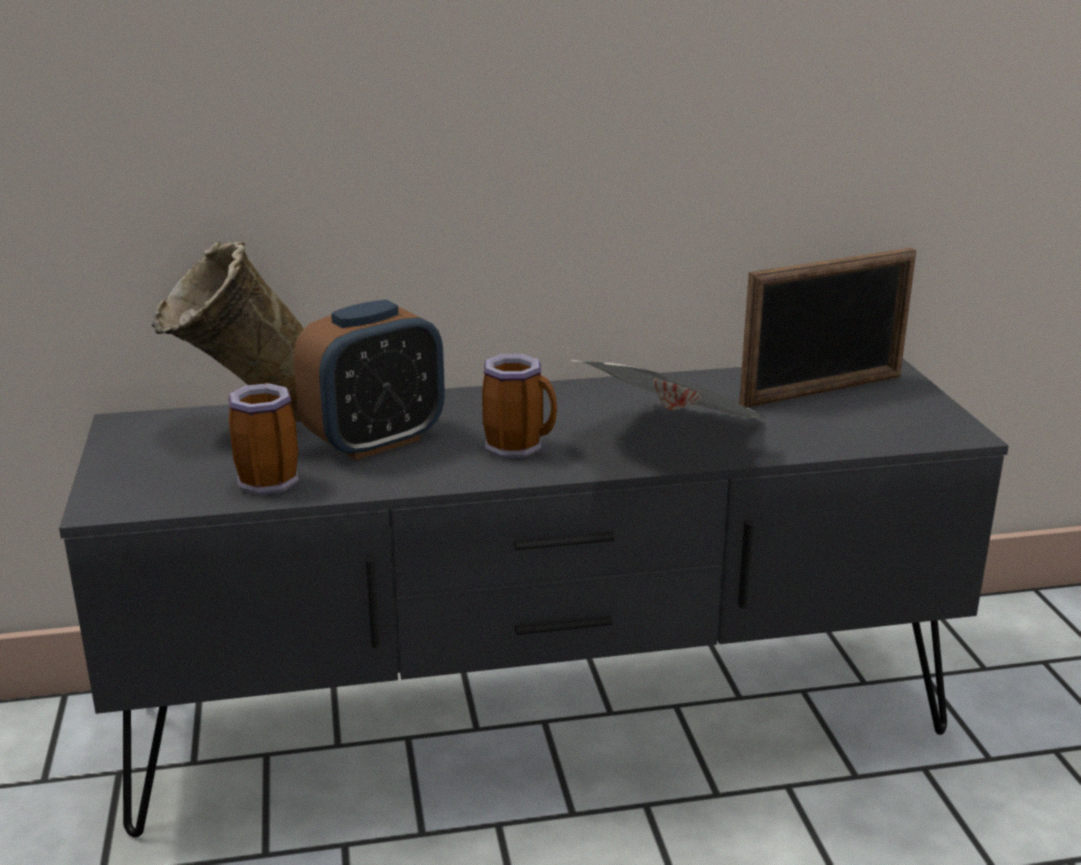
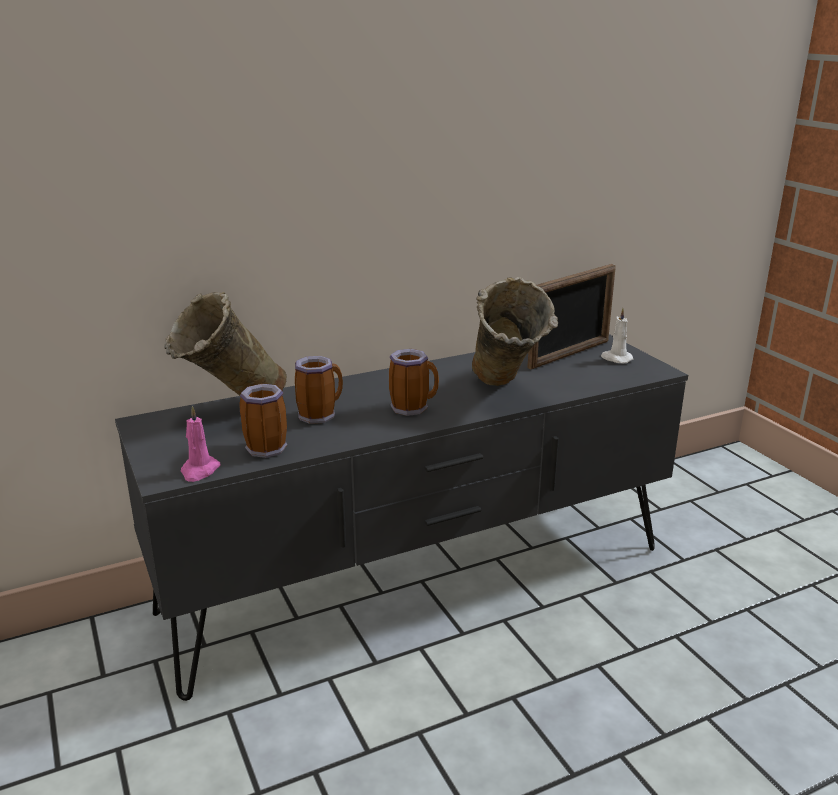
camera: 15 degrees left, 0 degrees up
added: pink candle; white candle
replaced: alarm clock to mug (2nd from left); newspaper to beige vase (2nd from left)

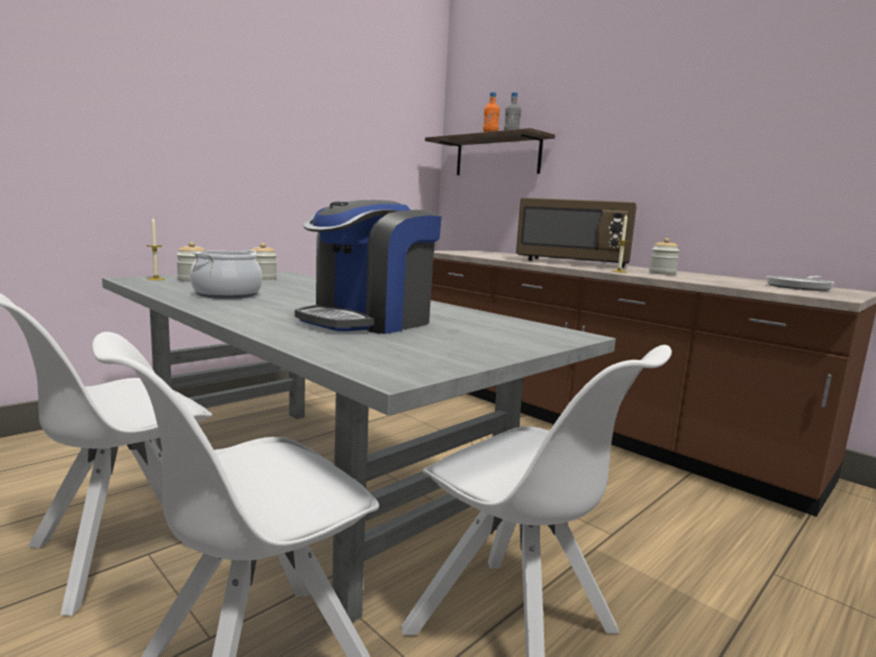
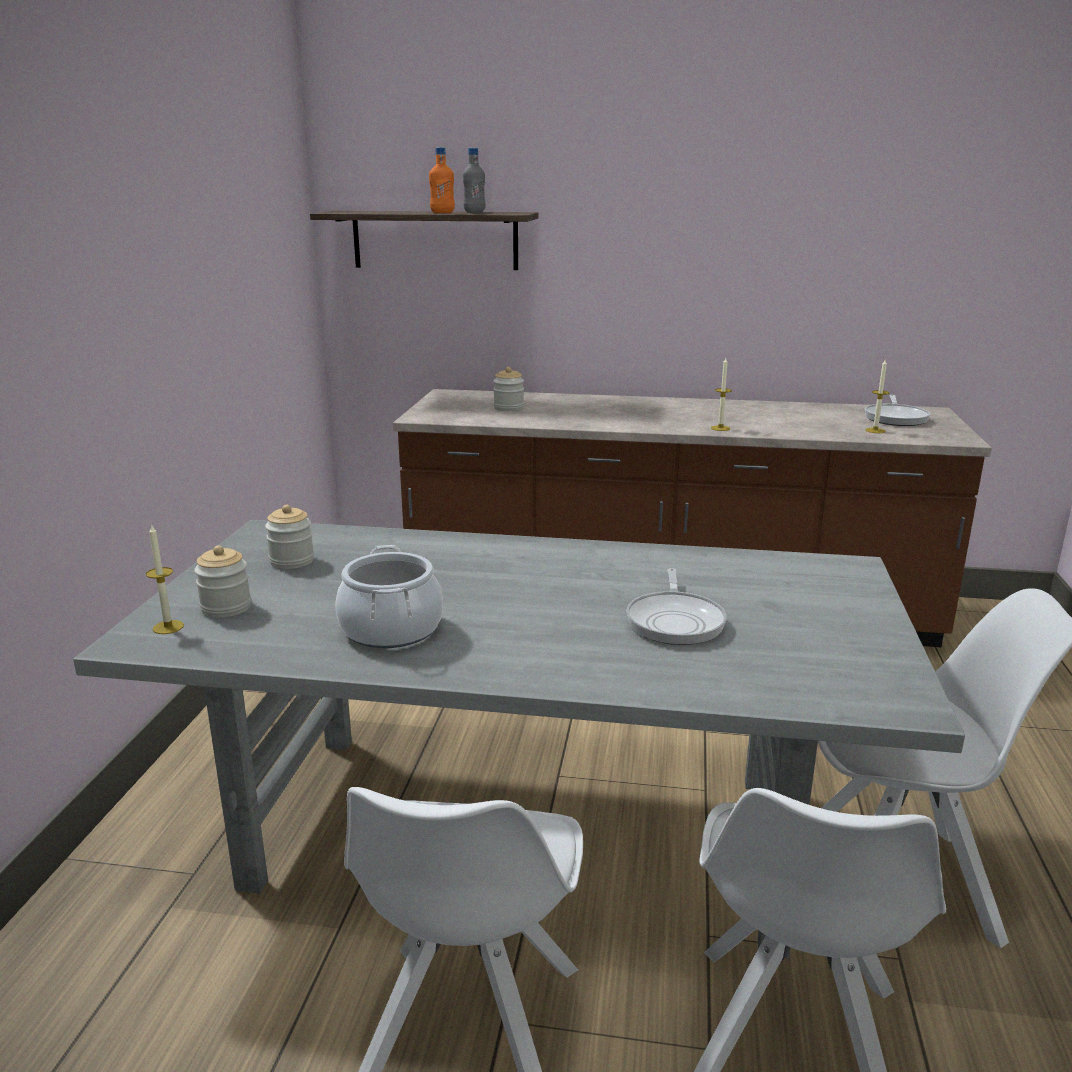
camera: 35 degrees left, 10 degrees up
removed: brown microwave
added: candle (3rd from left)
moved: jar (3rd from left)
replaced: coffee machine to frying pan (1st from left)

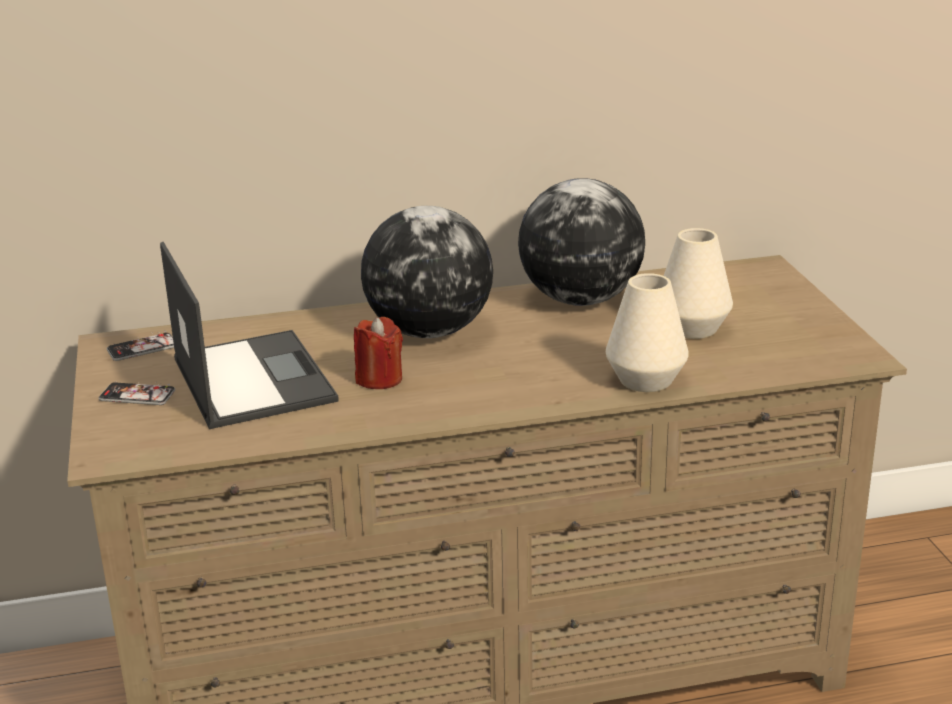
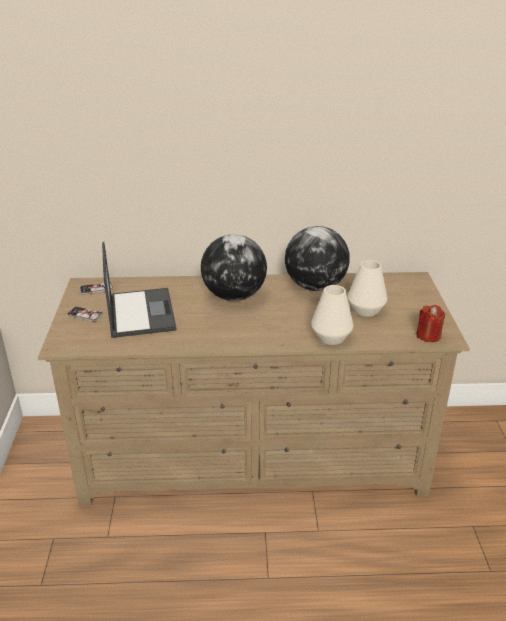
camera: 10 degrees right, 5 degrees up
moved: red candle

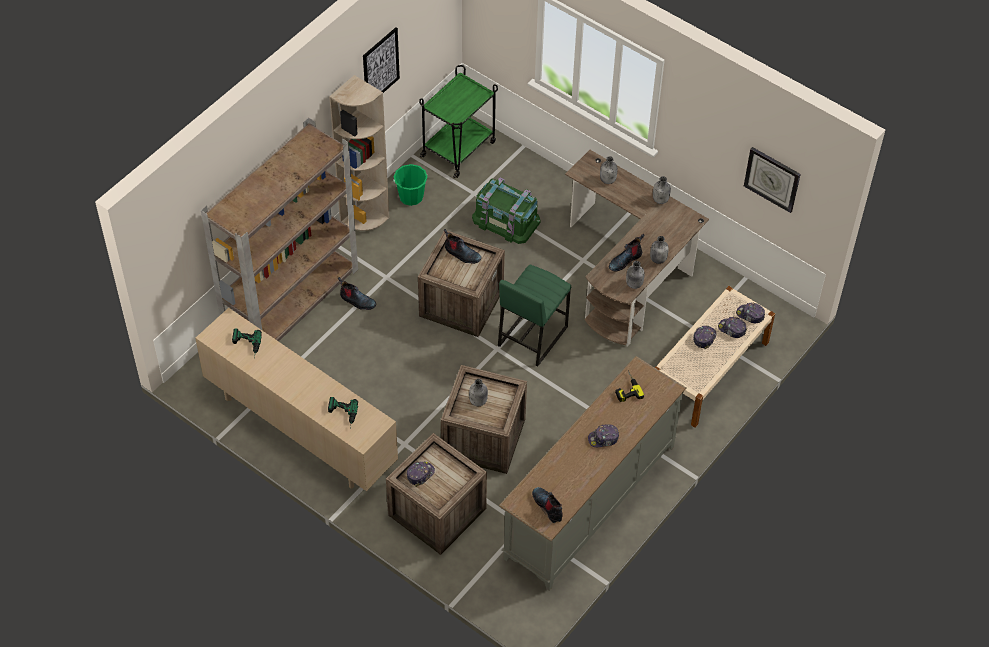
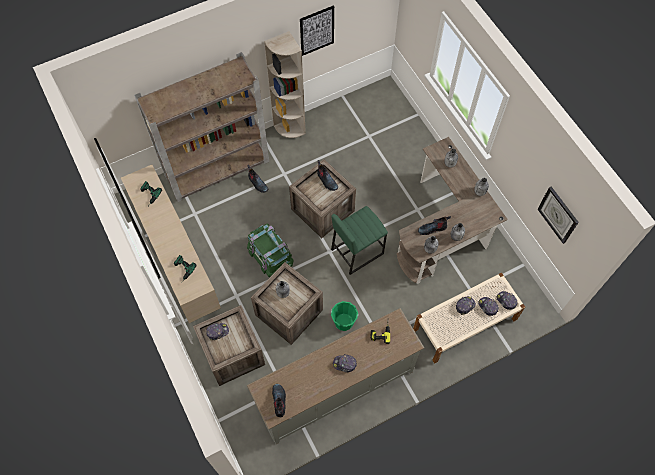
camera: 25 degrees right, 10 degrees up
removed: green cart
moved: green bucket; green storage box

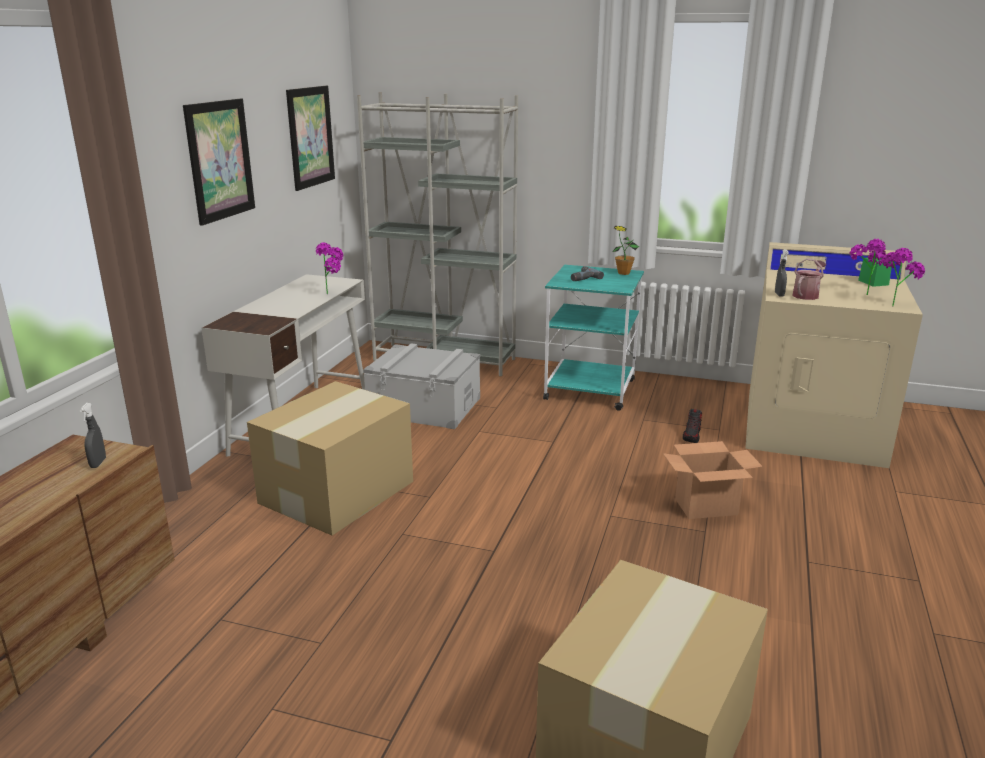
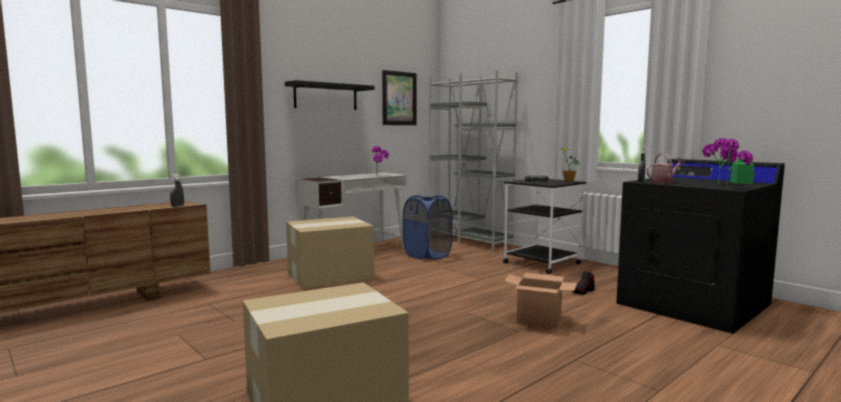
camera: 30 degrees right, 15 degrees down
replaced: picture (1st from left) to black shelf; grey storage box to blue laundry basket
recoloured: turquoise cart to black cart; beige washing machine to black washing machine

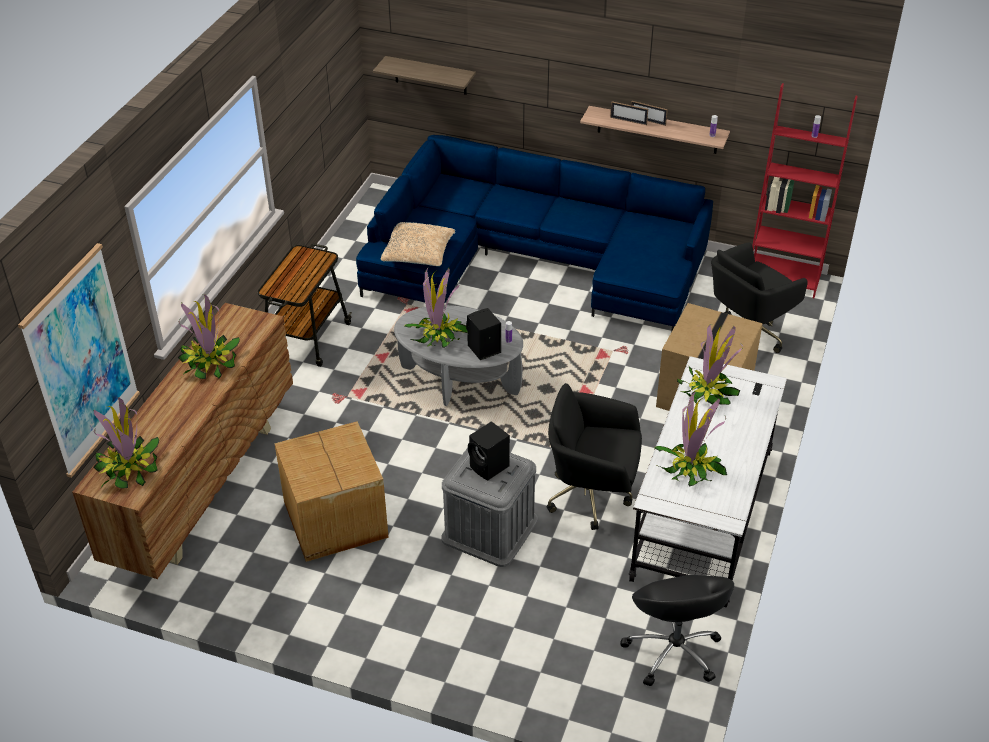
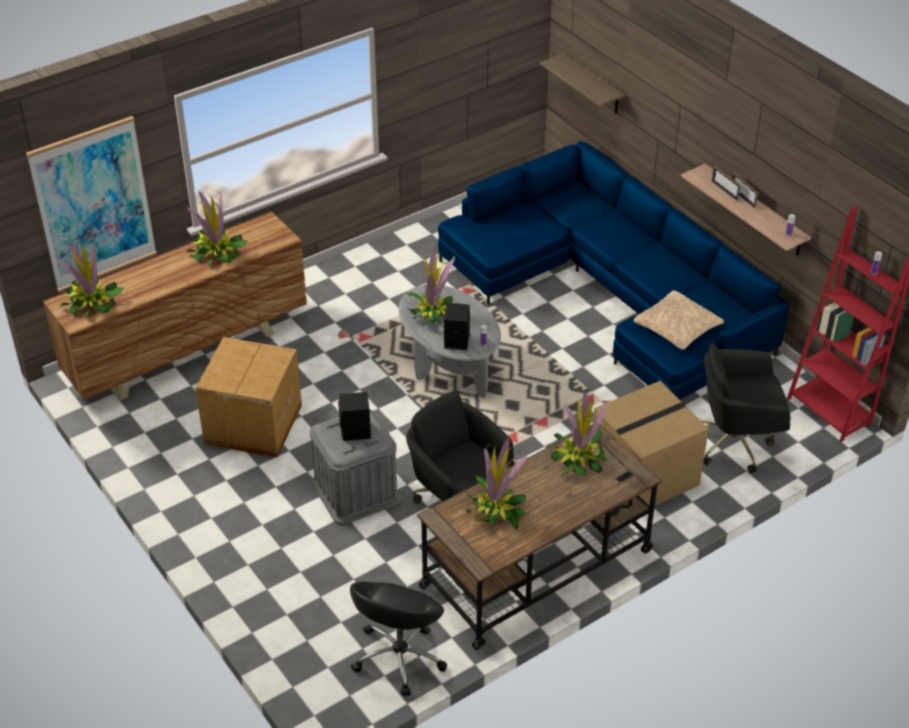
camera: 35 degrees right, 0 degrees up
removed: cart
moved: beige pillow
recoloured: white desk to brown desk

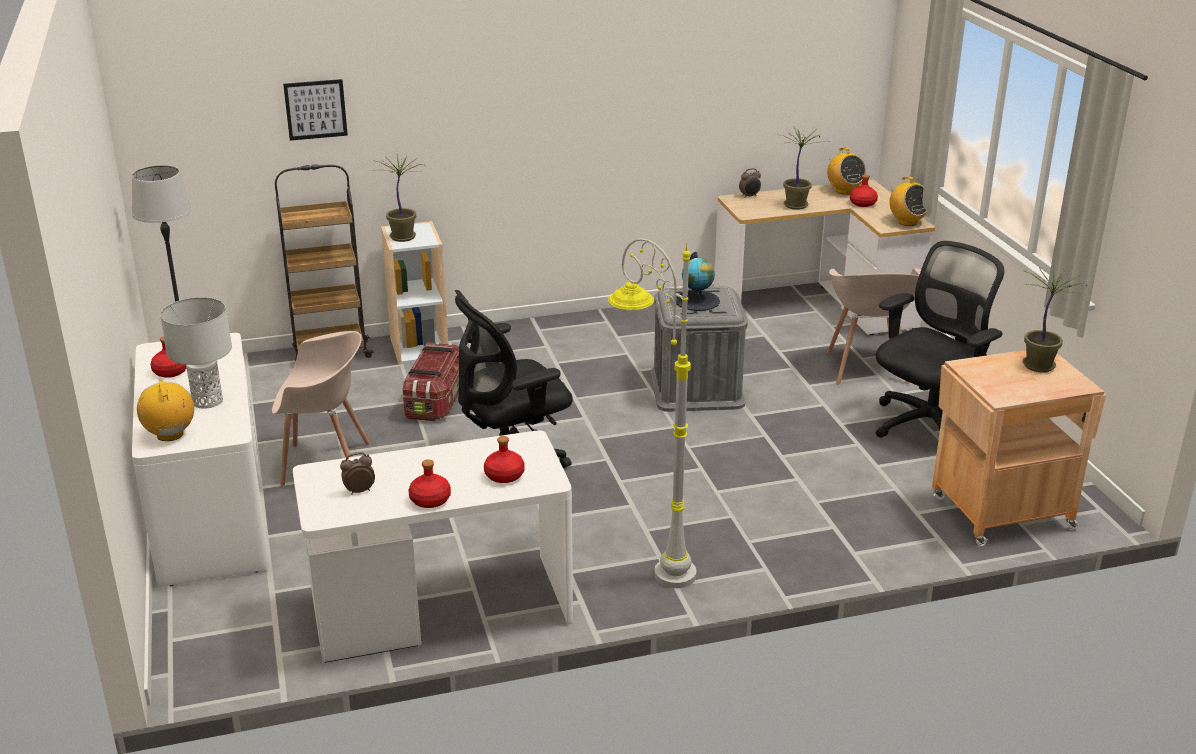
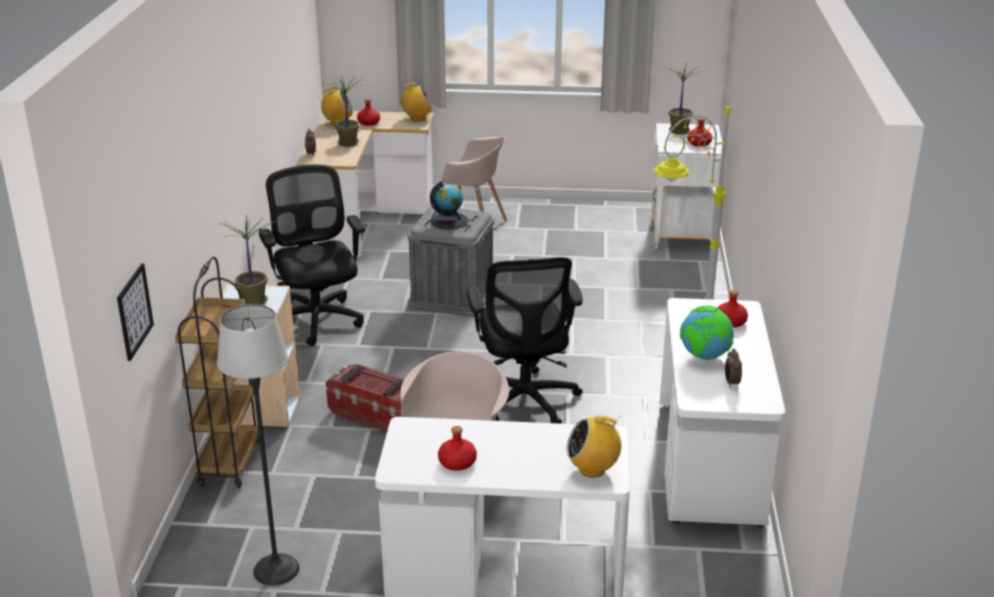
camera: 70 degrees left, 0 degrees up
removed: white table lamp
added: globe (2nd from left)
moved: picture; red bottle (2nd from left in the first image) to red bottle (3rd from left); black office chair (2nd from left in the first image) to black office chair (1st from left)
recoloured: brown cart (2nd from left) to white cart

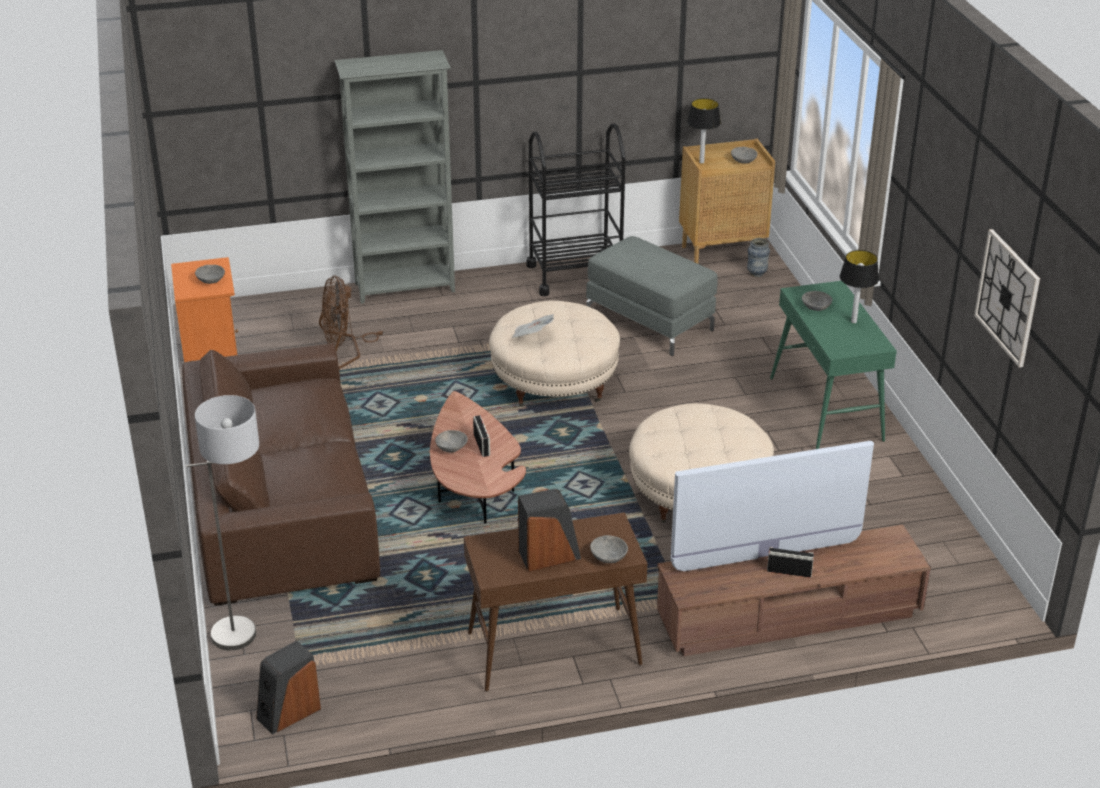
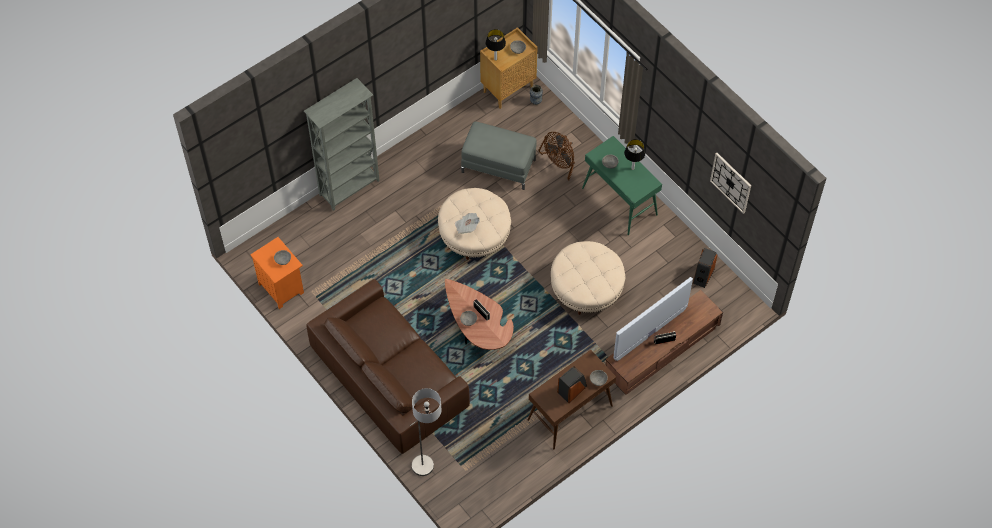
camera: 25 degrees left, 25 degrees up
removed: black cart
moved: speaker (1st from left in the first image) to speaker (2nd from left); brown fan

